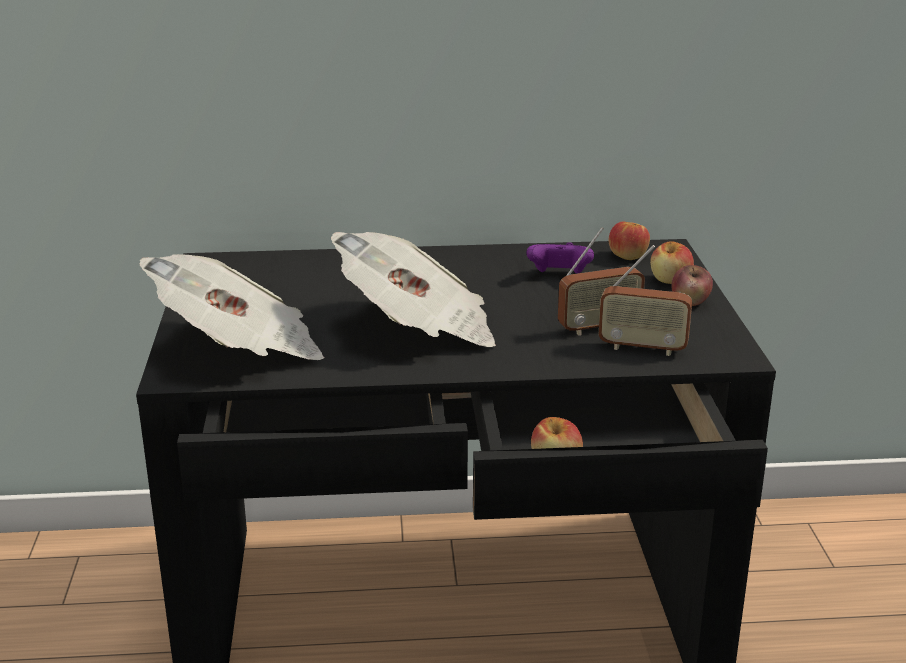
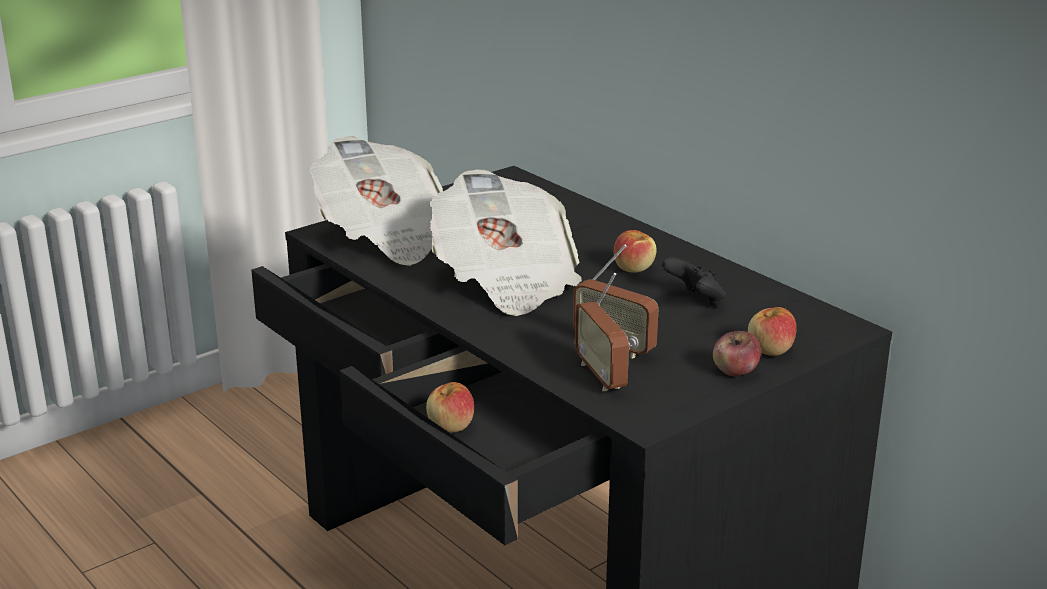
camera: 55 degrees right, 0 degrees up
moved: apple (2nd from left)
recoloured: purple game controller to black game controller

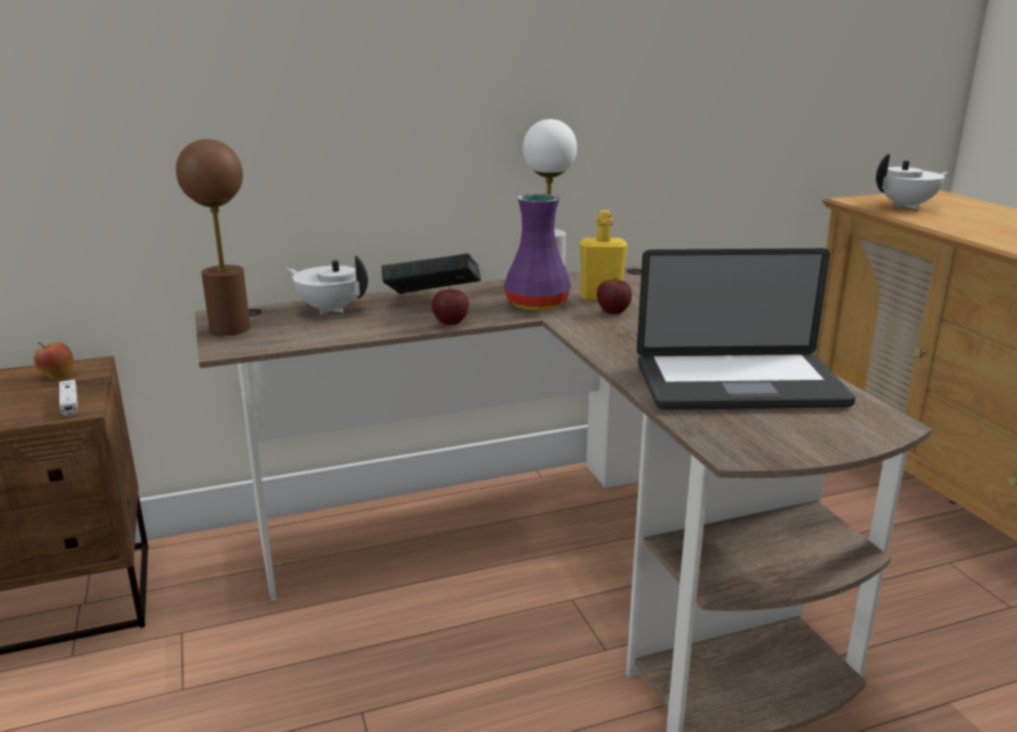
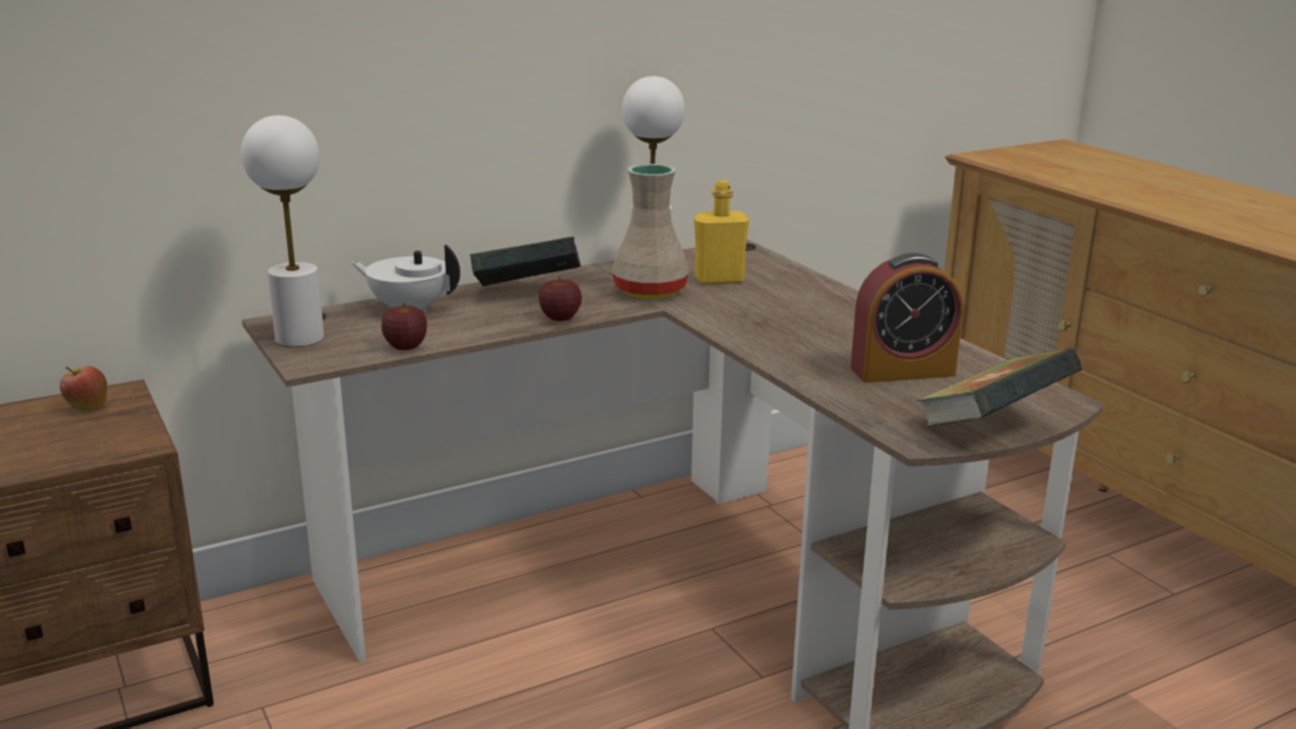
camera: 10 degrees left, 0 degrees up
removed: white game controller; white teapot (2nd from left)
added: book (2nd from left)
moved: apple (3rd from left in the first image) to apple (2nd from left)
replaced: laptop to alarm clock
recoloured: brown table lamp to white table lamp (1st from left); purple vase to beige vase

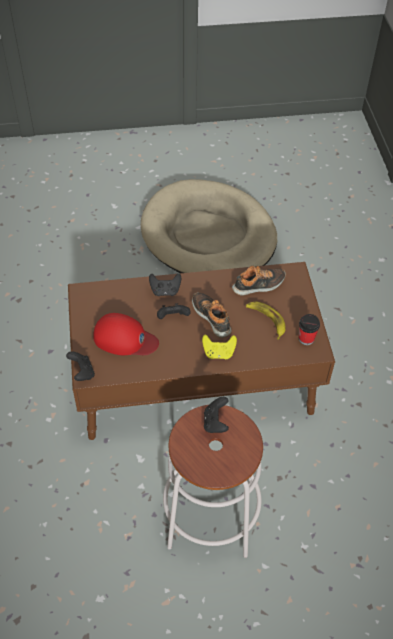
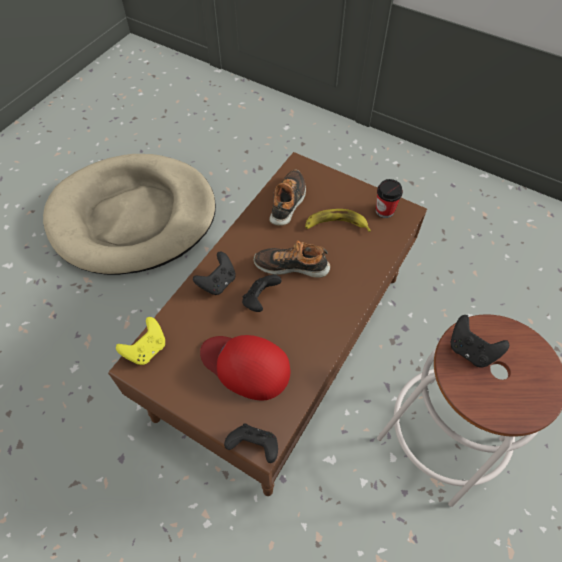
camera: 50 degrees left, 5 degrees up
moved: yellow game controller
turned: red cap 120 degrees counterclockwise

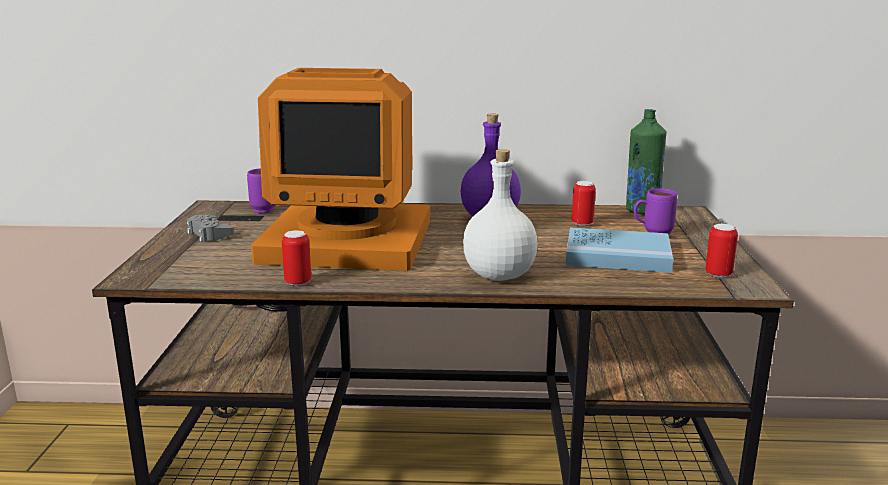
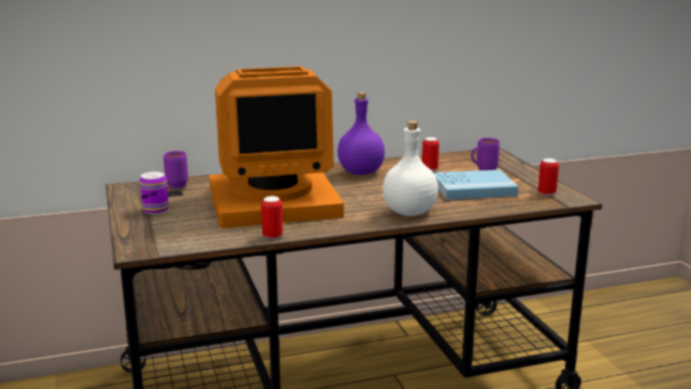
camera: 20 degrees left, 0 degrees up
removed: green bottle
replaced: grey game controller to can (1st from left)

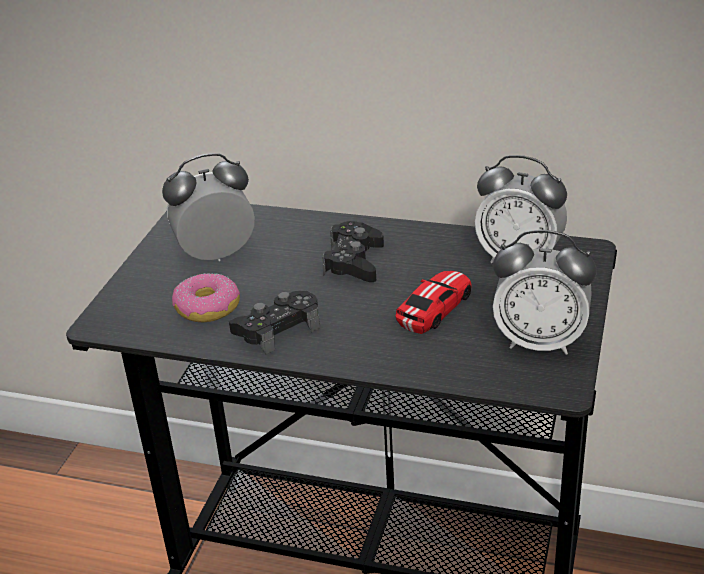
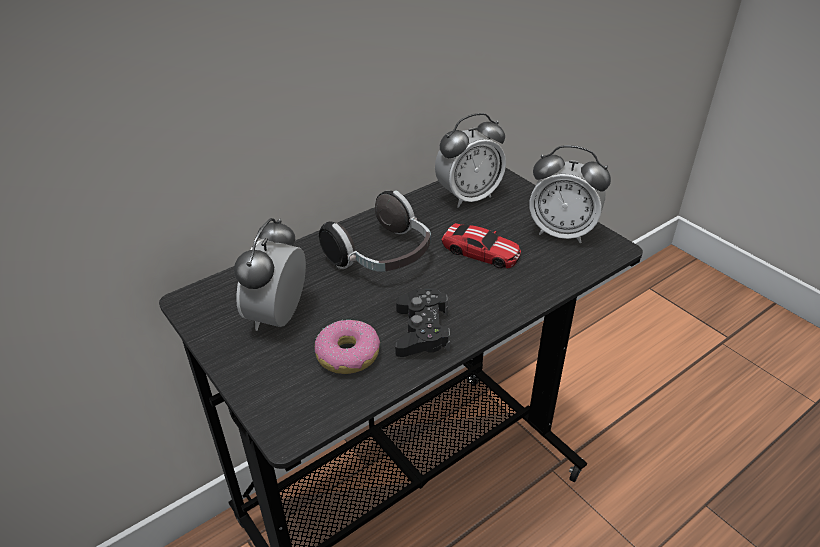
camera: 55 degrees left, 5 degrees up
replaced: black game controller (2nd from left) to headphones
turned: toy car 135 degrees clockwise; alarm clock (3rd from left) 60 degrees clockwise

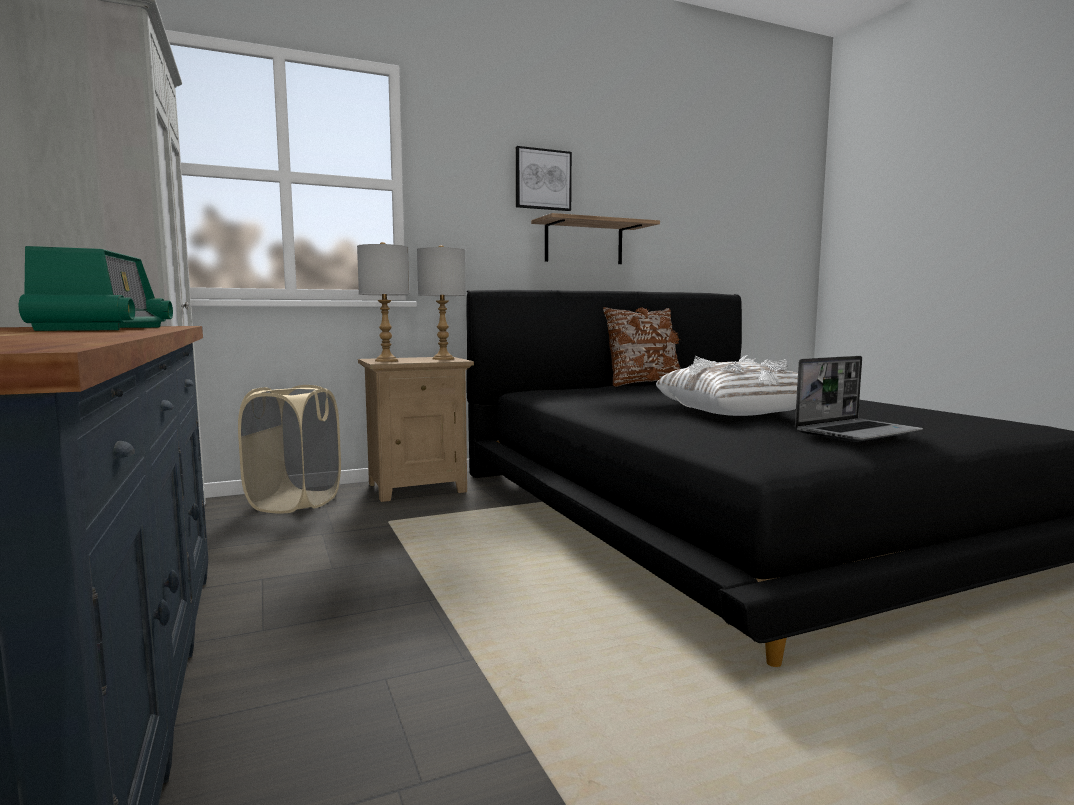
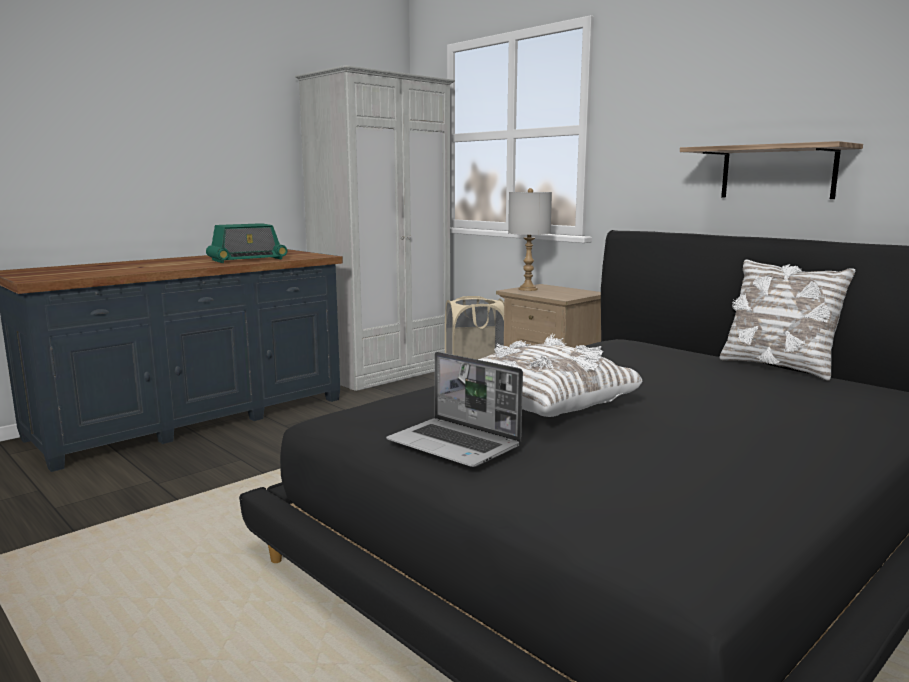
camera: 70 degrees right, 5 degrees up
removed: grey table lamp (2nd from left); picture
recoloured: brown pillow to white pillow (2nd from left)

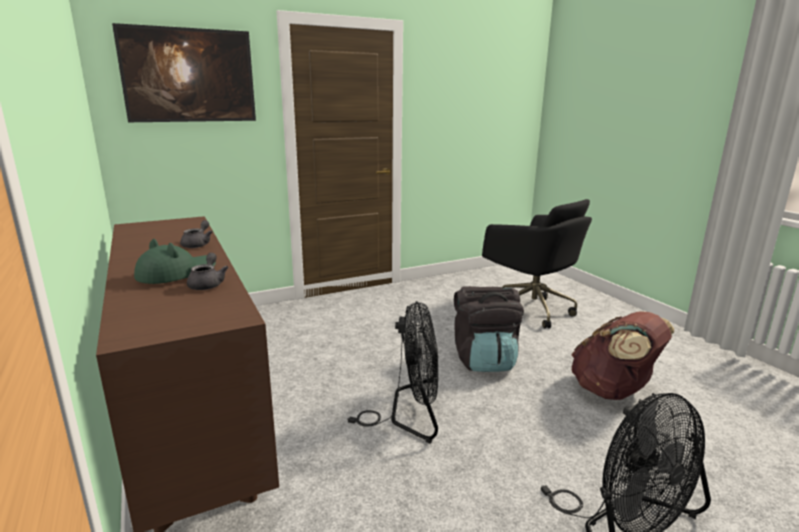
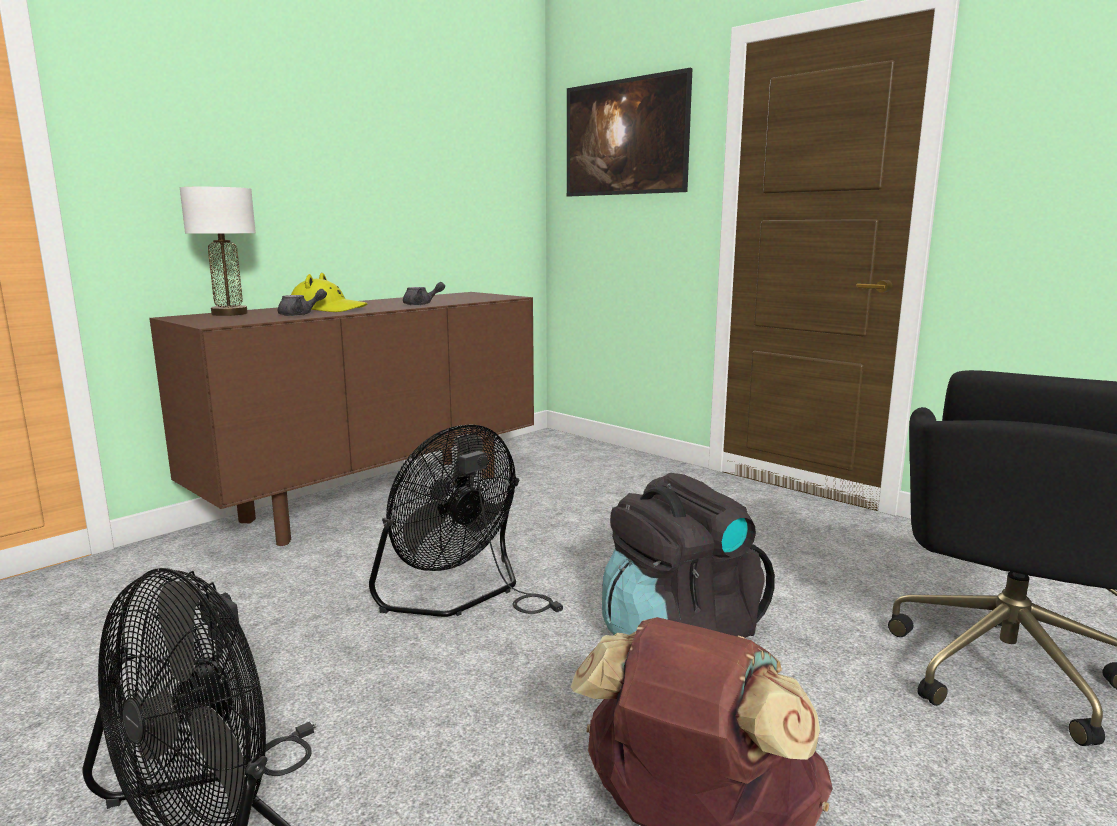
camera: 70 degrees right, 5 degrees down
added: table lamp
recoloured: green hat to yellow hat
turned: black fan (1st from left in the first image) 150 degrees clockwise

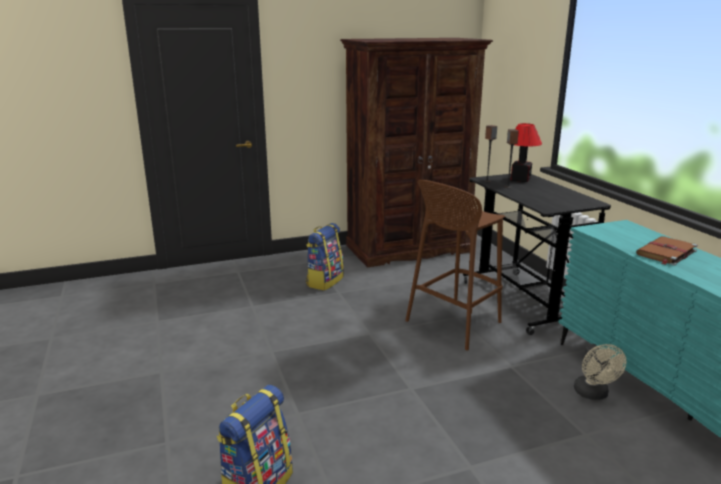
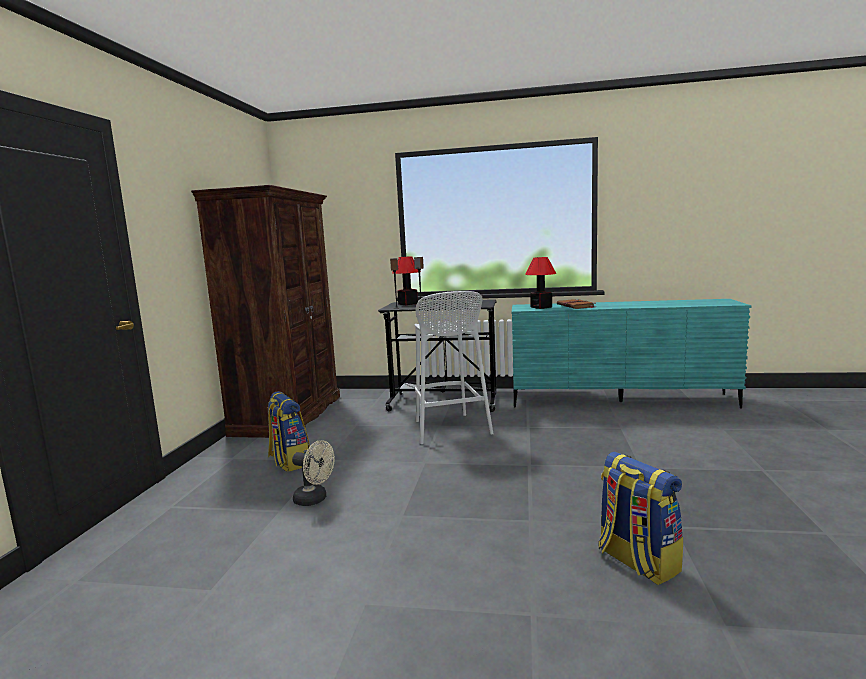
camera: 60 degrees left, 10 degrees down
added: table lamp (2nd from left)
moved: beige fan
recoloured: brown stool to white stool

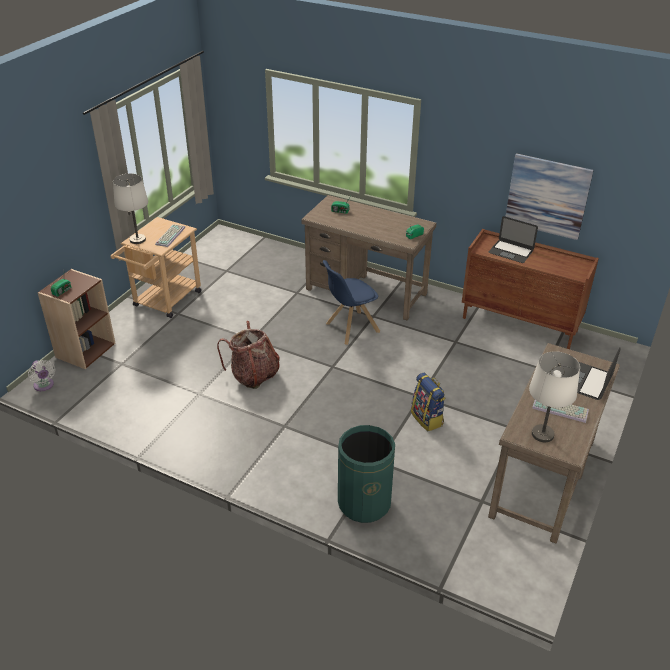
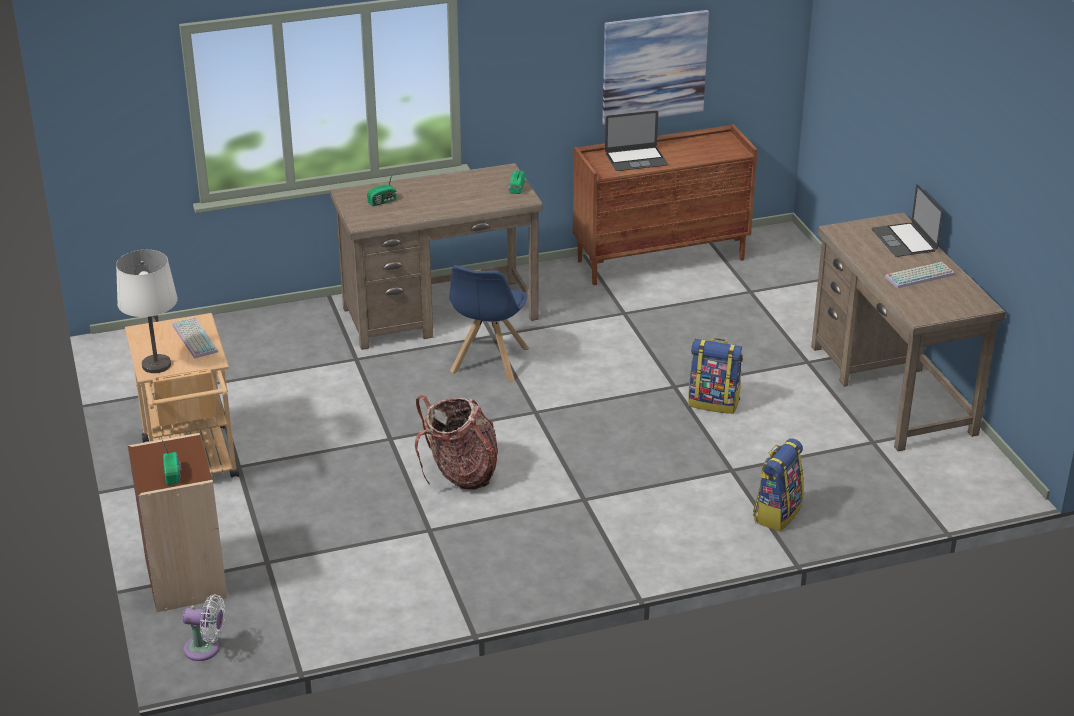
camera: 45 degrees left, 5 degrees down
removed: white table lamp (2nd from left)
replaced: green trash can to backpack (3rd from left)

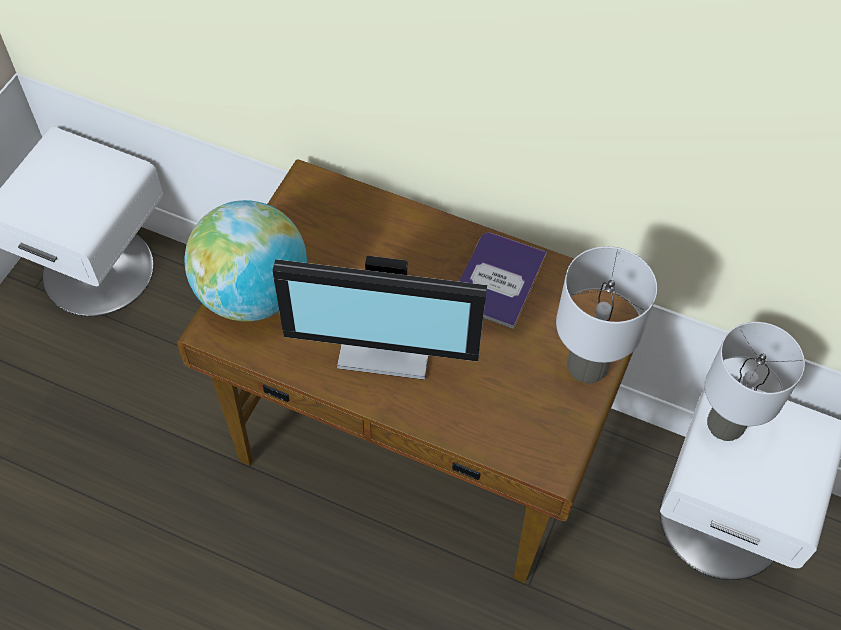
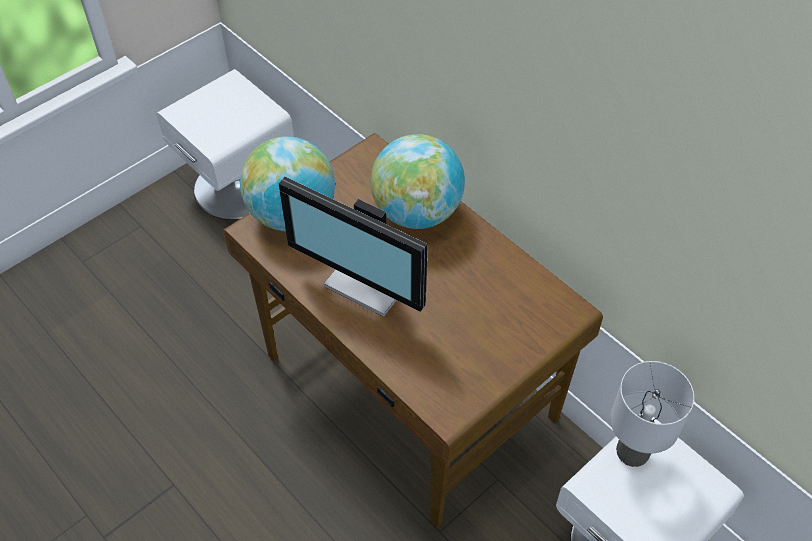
camera: 25 degrees right, 5 degrees down
removed: book; white table lamp (1st from left)
added: globe (2nd from left)

